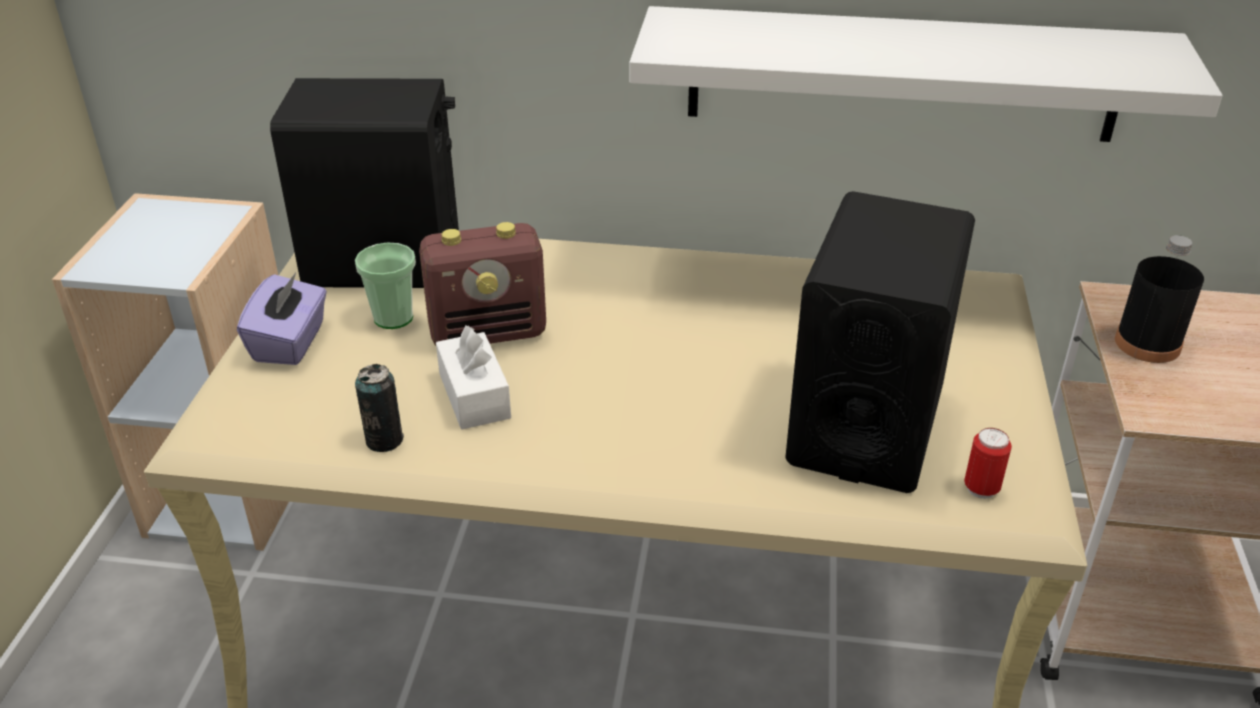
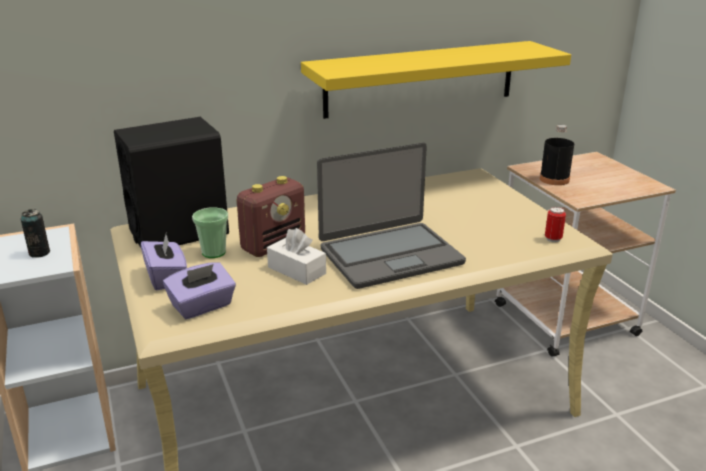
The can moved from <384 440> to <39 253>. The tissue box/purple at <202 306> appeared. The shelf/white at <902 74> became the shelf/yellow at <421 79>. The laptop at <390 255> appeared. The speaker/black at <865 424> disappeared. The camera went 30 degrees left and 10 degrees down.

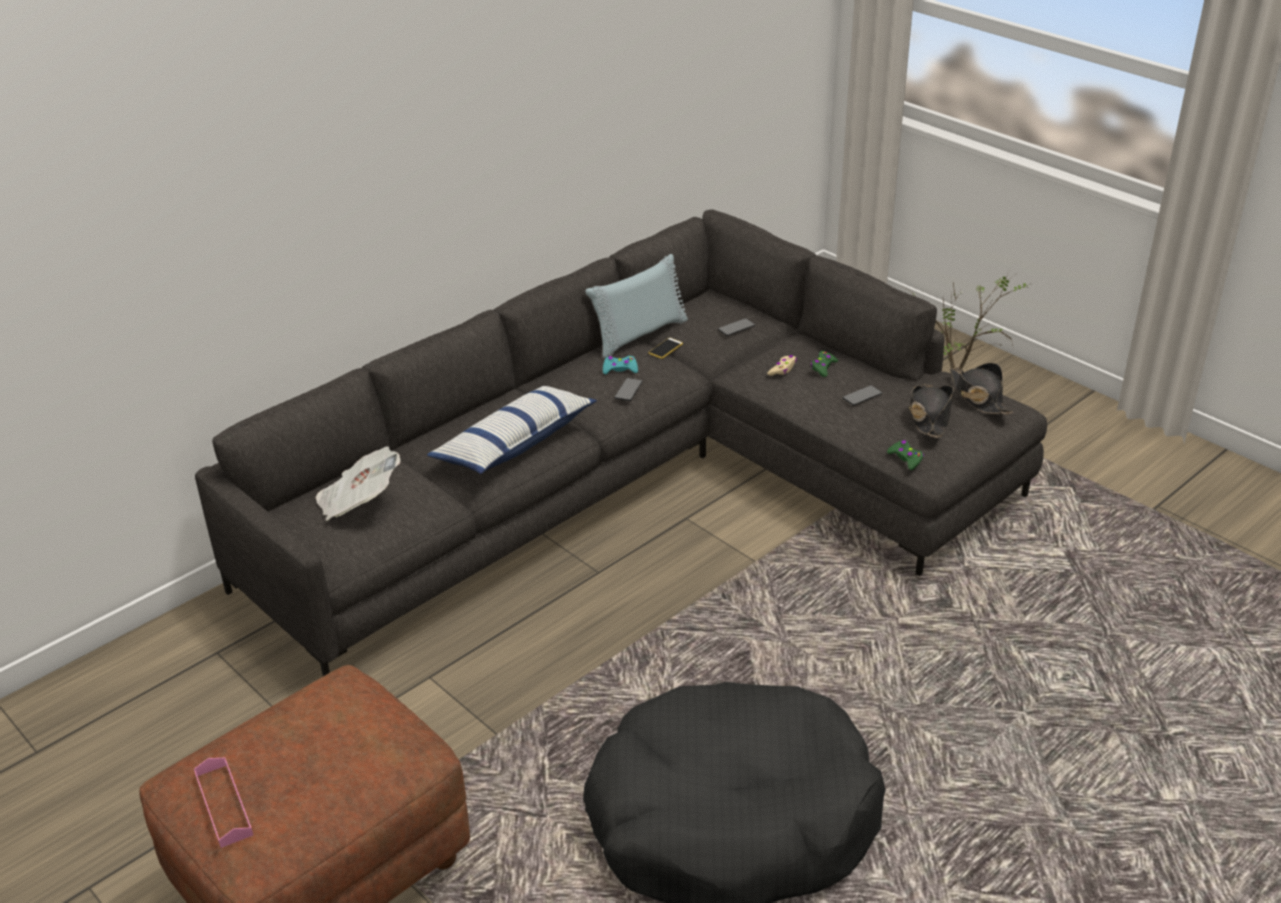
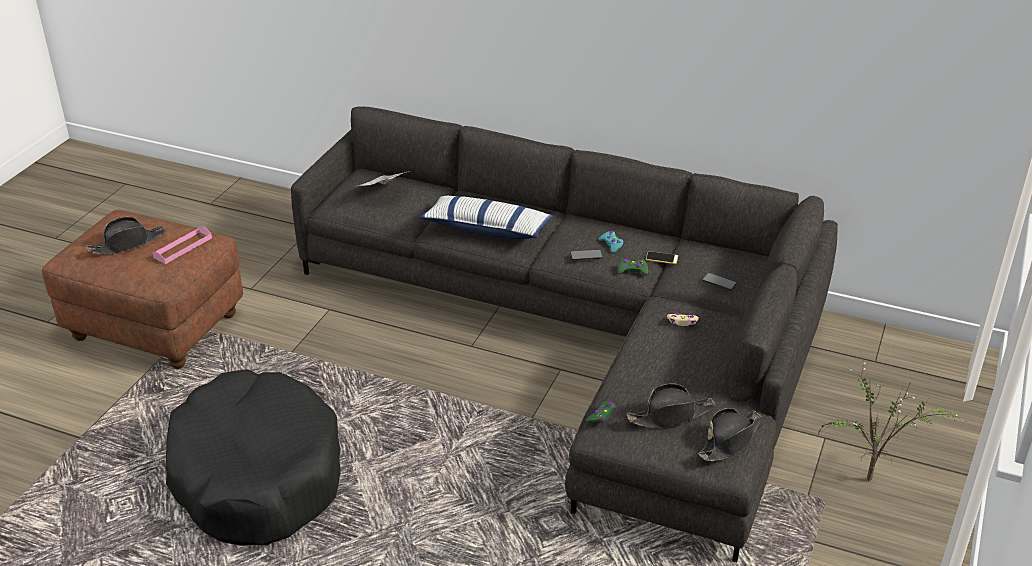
The hat/black at <127 243> appeared. The tray/pink moved from <224 805> to <183 247>. The game controller/green moved from <823 367> to <632 270>. The pillow/blue at <639 335> disappeared. The phone at <862 396> disappeared. The camera went 65 degrees right and 0 degrees up.

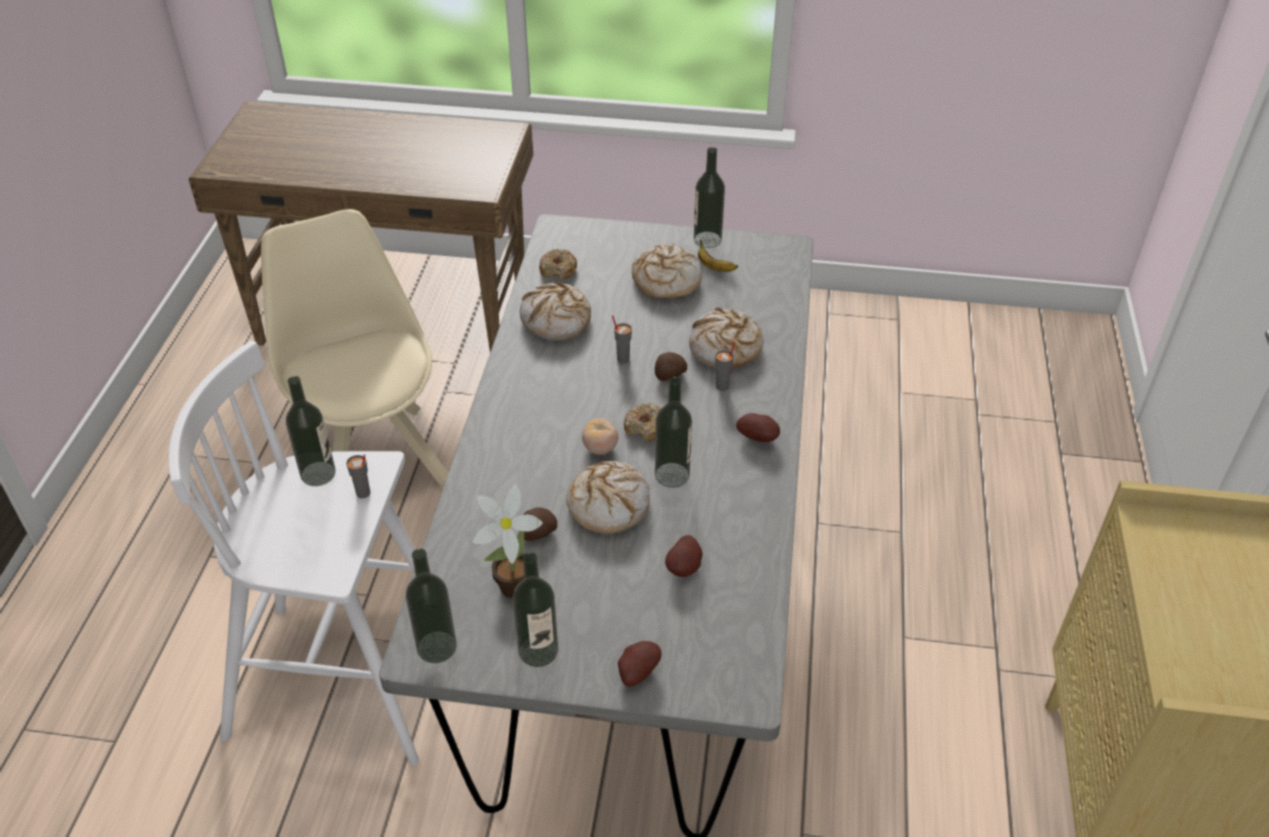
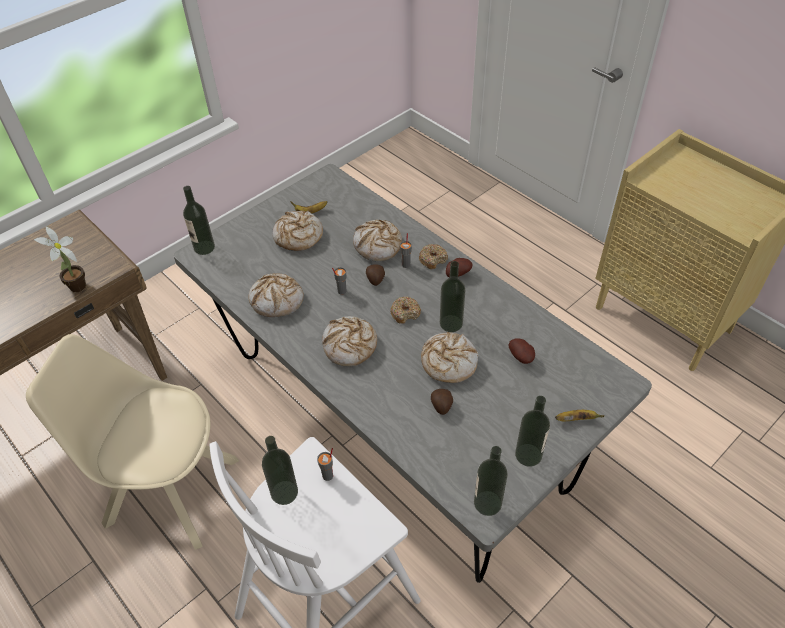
The potted plant moved from <509 590> to <76 289>. The bottle moved from <707 240> to <204 247>. The bread at <350 346> appeared. The donut moved from <558 270> to <433 259>. The potato at <636 672> was replaced by the banana at <576 419>. The tomato at <600 448> disappeared. The camera went 50 degrees left and 5 degrees up.

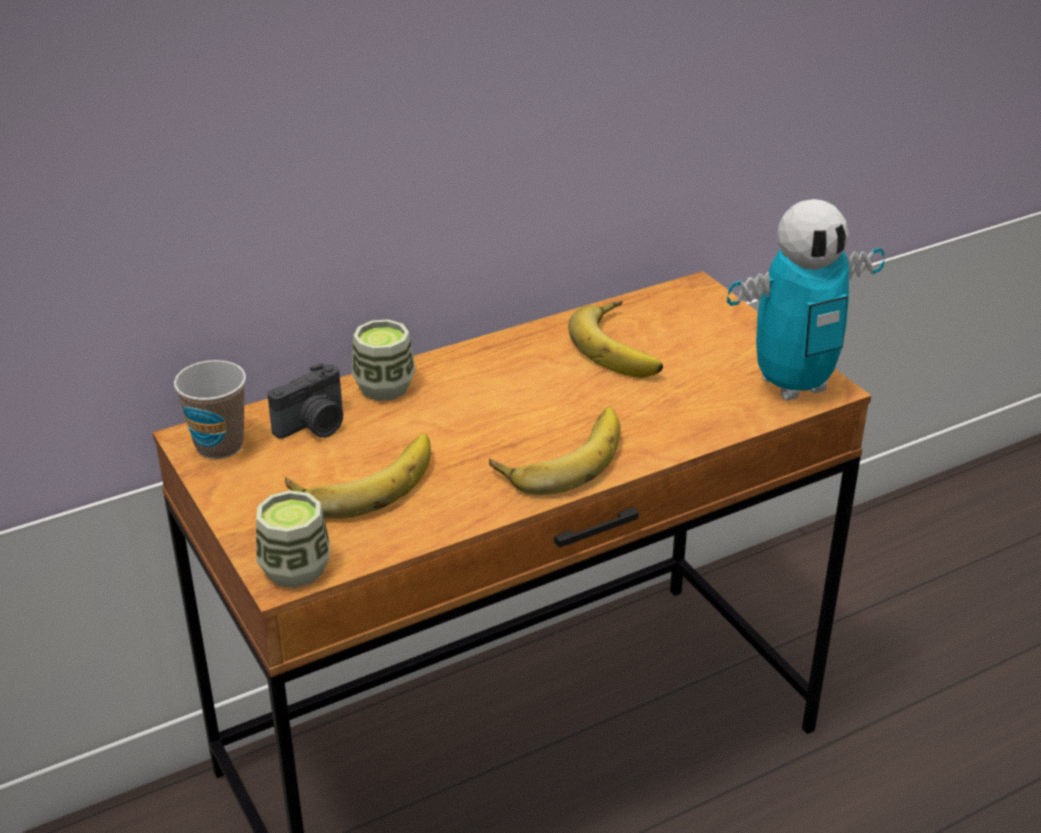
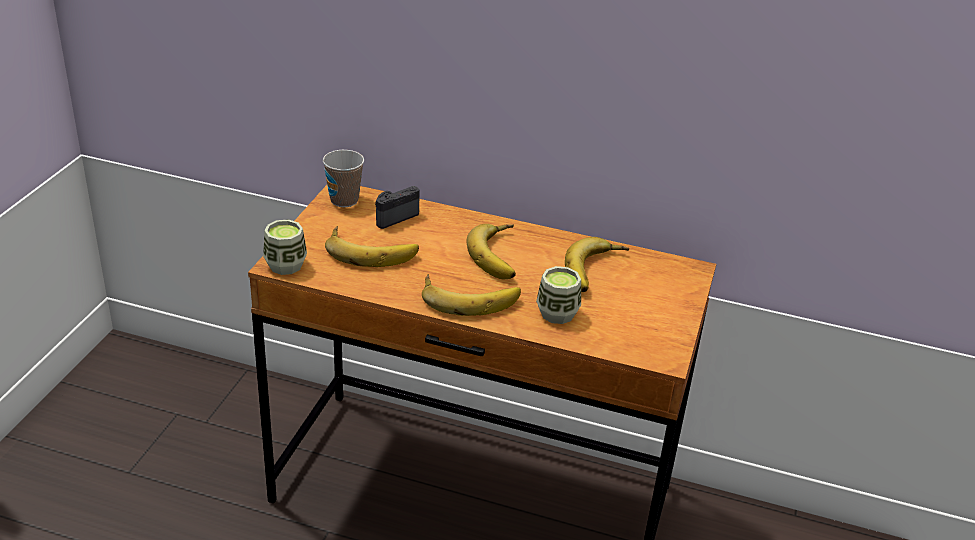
The photo camera at <314 426> turned 135 degrees clockwise. The banana at <501 256> appeared. The cup moved from <384 387> to <557 313>. The toy robot at <793 385> disappeared. The camera went 45 degrees right and 0 degrees up.

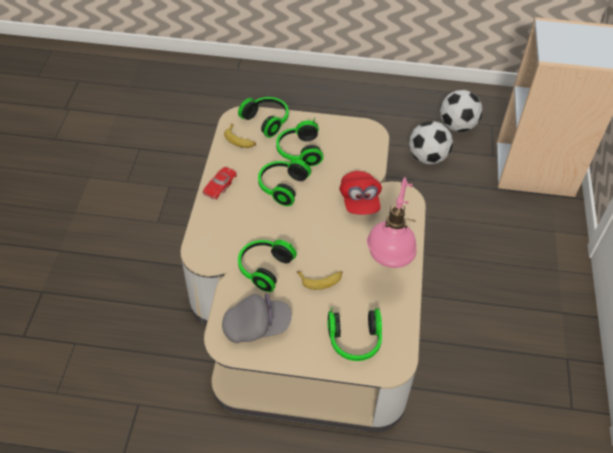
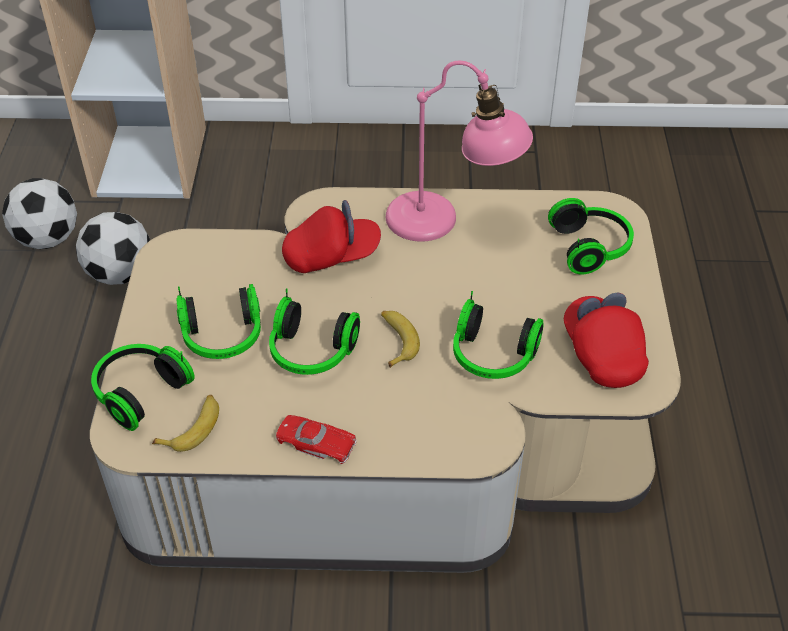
The banana moved from <321 280> to <395 341>. The cap/grey at <257 326> became the cap/red at <602 353>. The camera went 95 degrees left and 5 degrees down.

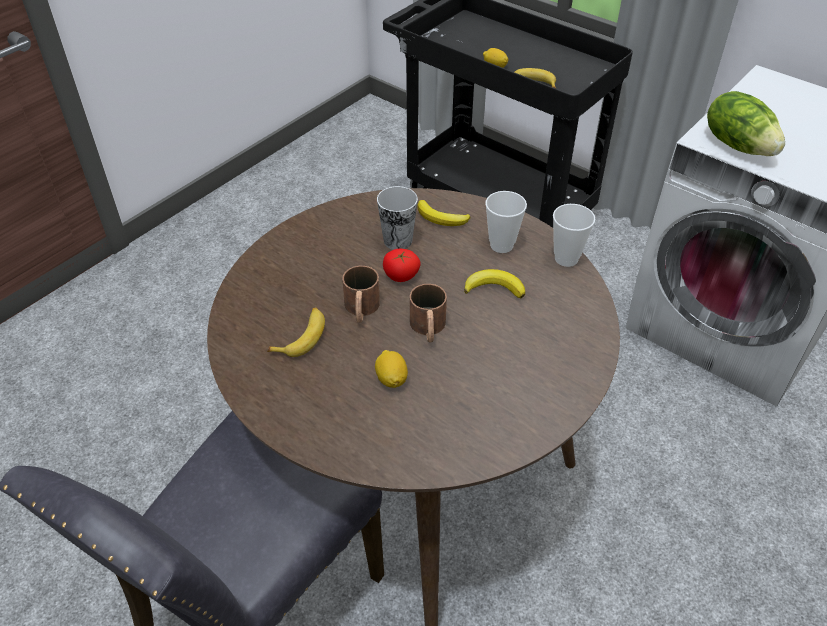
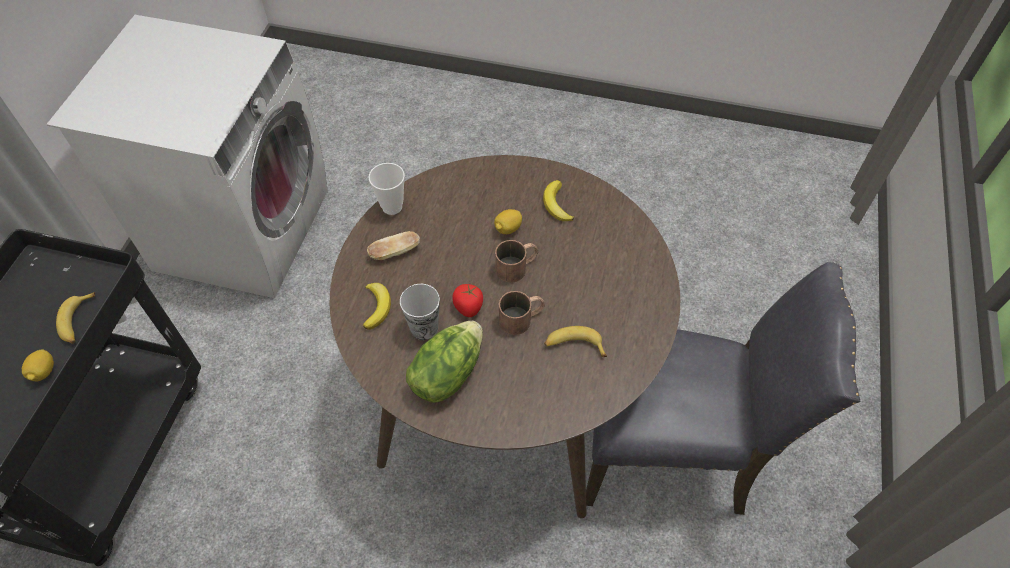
The cup at <501 245> was replaced by the bread at <395 252>. The lettuce moved from <738 145> to <446 373>. The lemon moved from <391 379> to <508 229>. The banana moved from <494 288> to <556 204>. The camera went 115 degrees left and 10 degrees up.

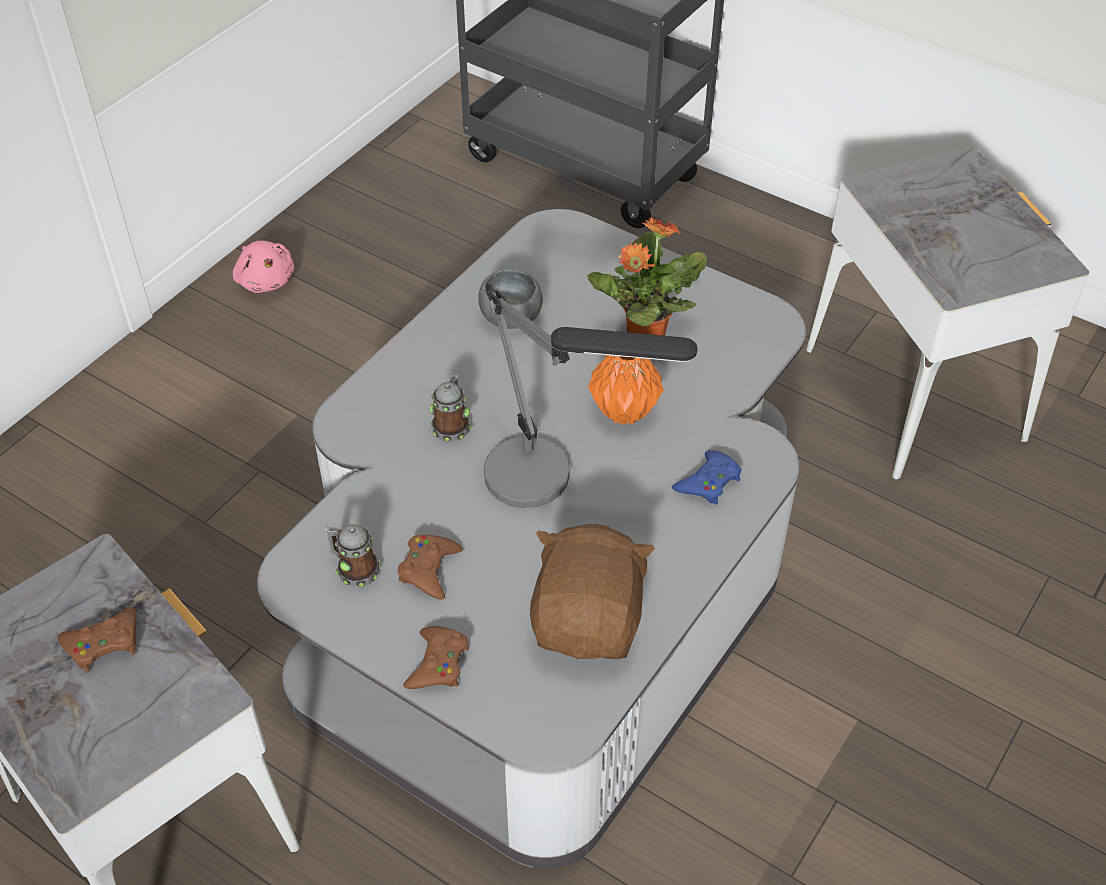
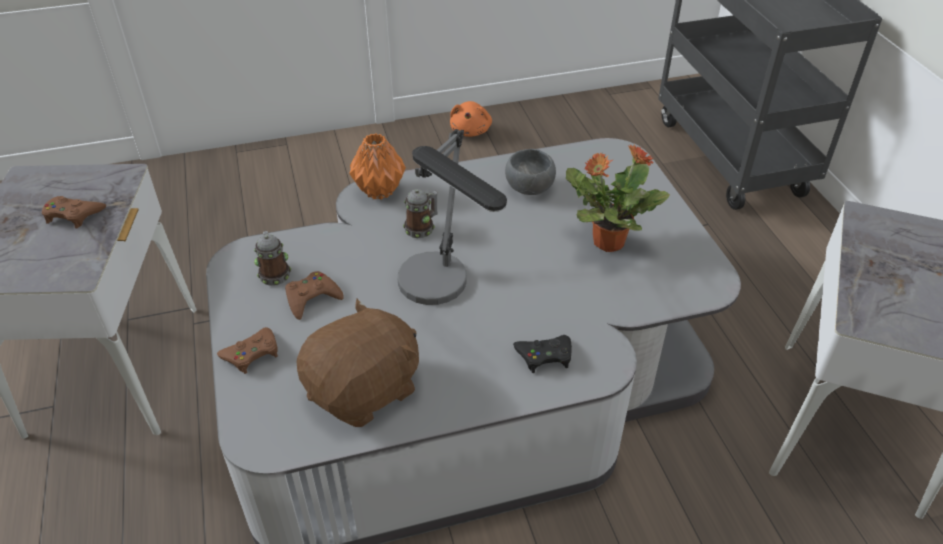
The vase/orange moved from <623 410> to <379 190>. The plush toy/pink at <265 280> became the plush toy/orange at <471 131>. The game controller/blue at <708 482> became the game controller/black at <544 356>. The camera went 40 degrees right and 5 degrees down.

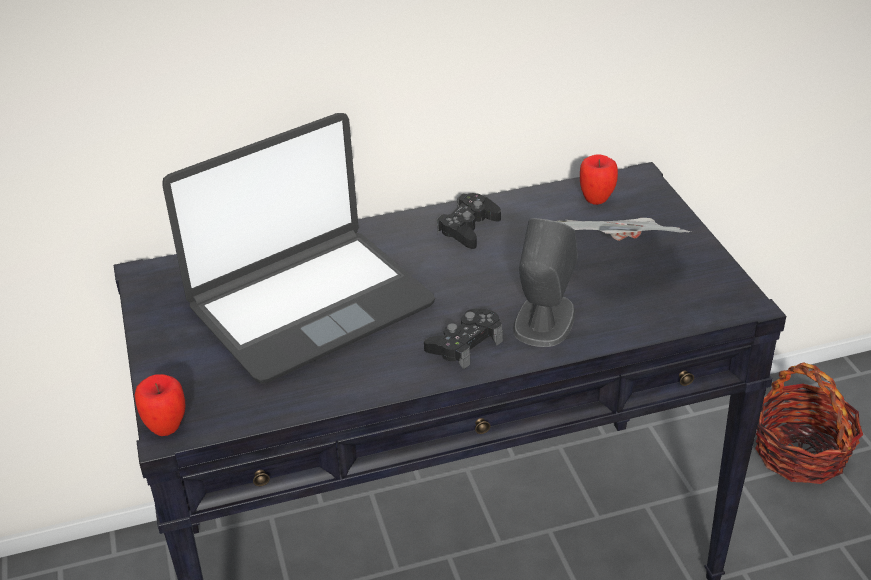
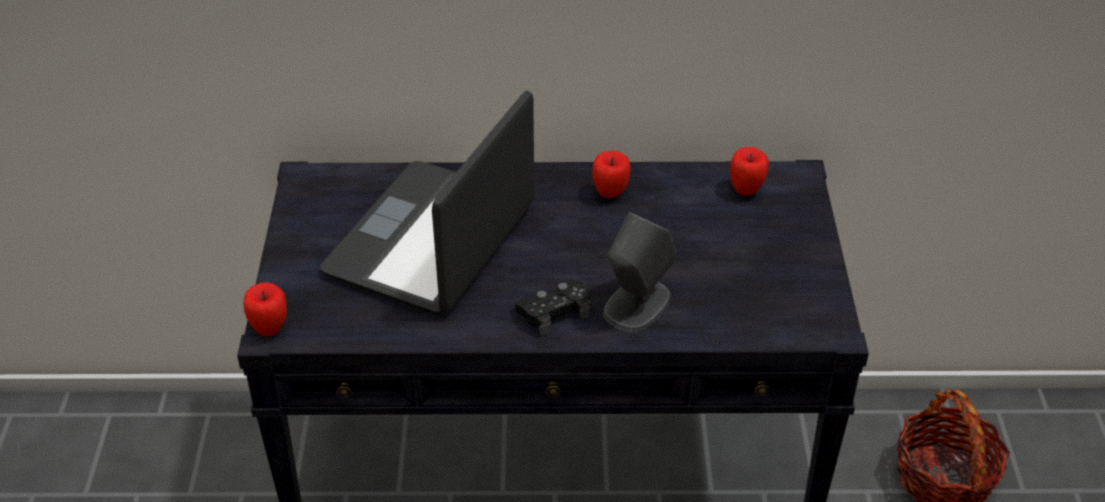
The laptop at <309 305> turned 135 degrees clockwise. The game controller/black at <468 228> was replaced by the apple at <610 194>. The newspaper at <618 258> disappeared. The camera went 15 degrees right and 5 degrees up.

